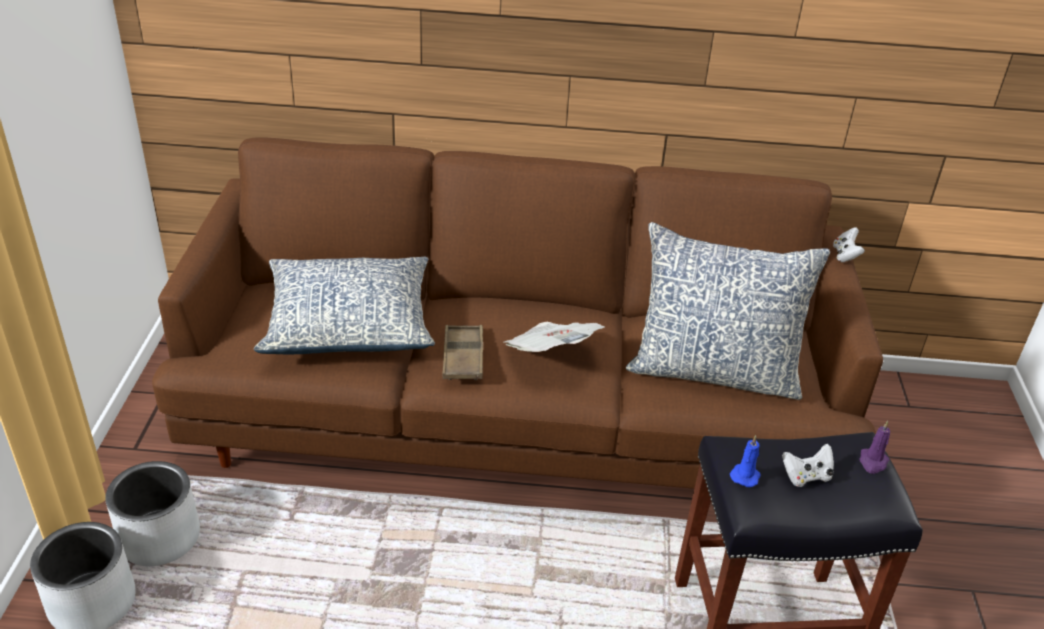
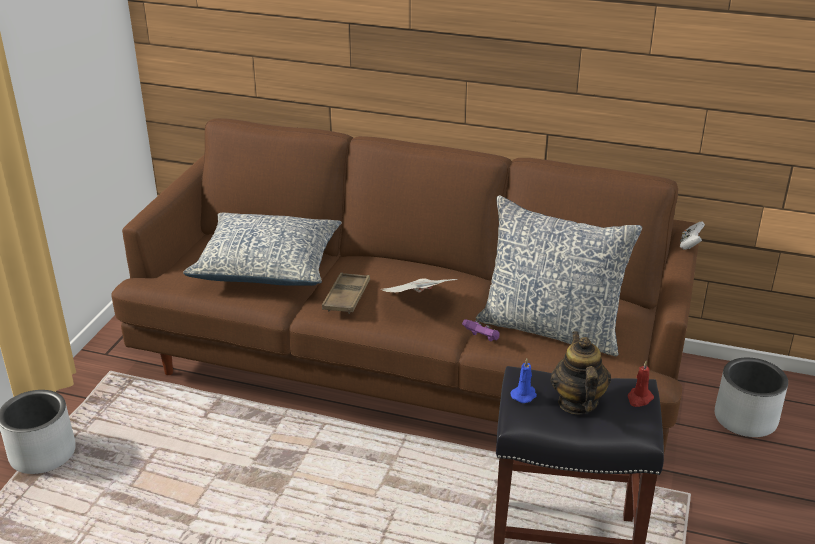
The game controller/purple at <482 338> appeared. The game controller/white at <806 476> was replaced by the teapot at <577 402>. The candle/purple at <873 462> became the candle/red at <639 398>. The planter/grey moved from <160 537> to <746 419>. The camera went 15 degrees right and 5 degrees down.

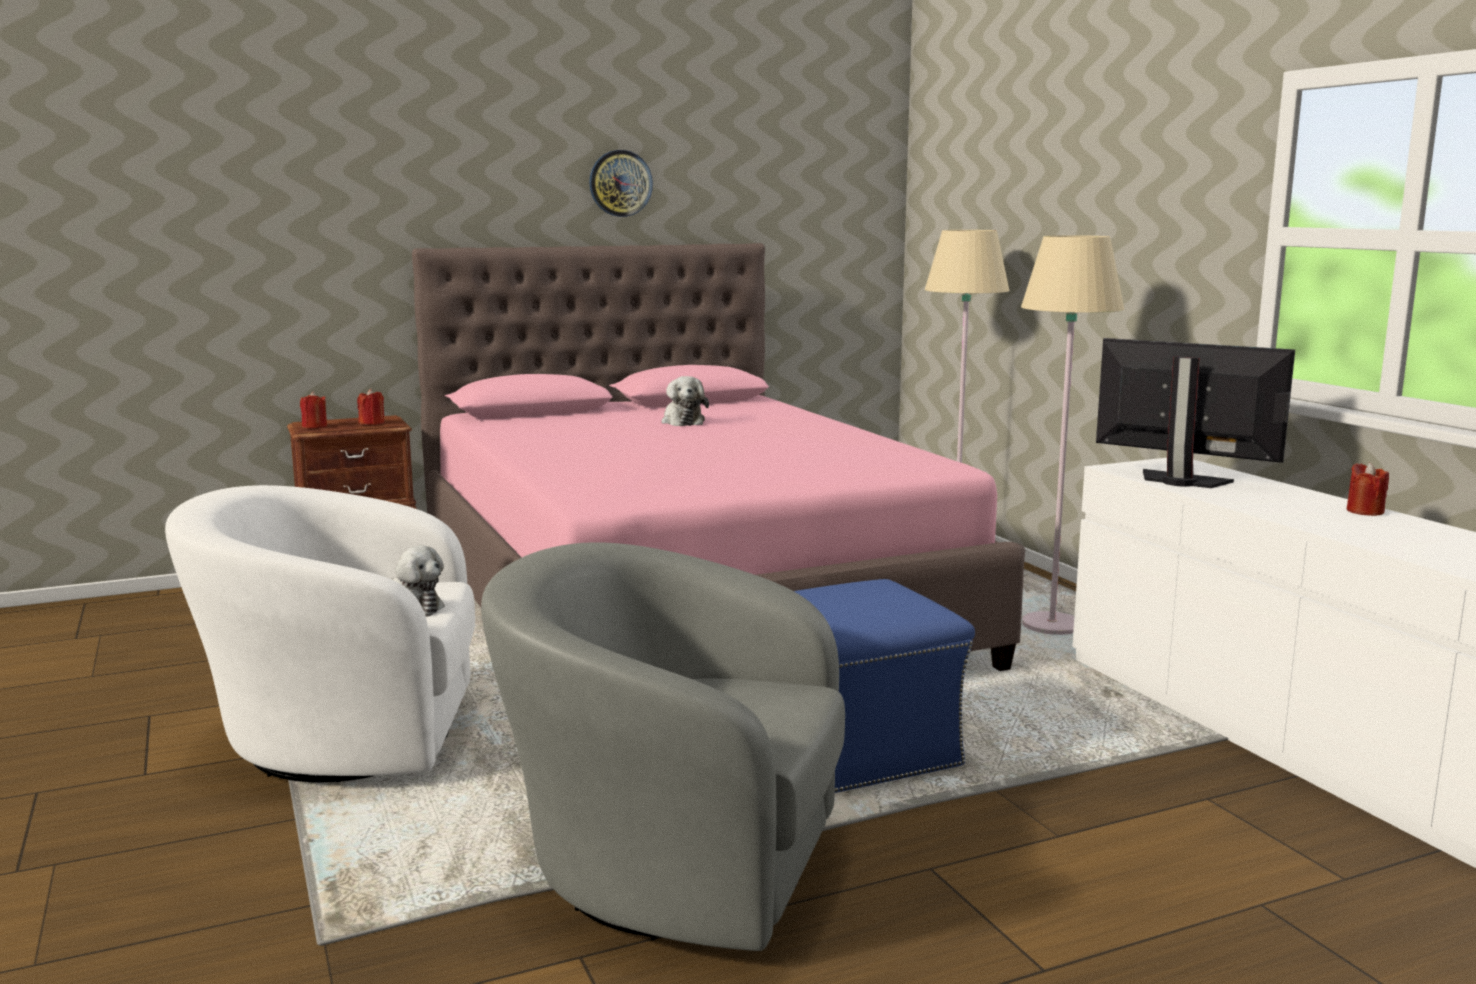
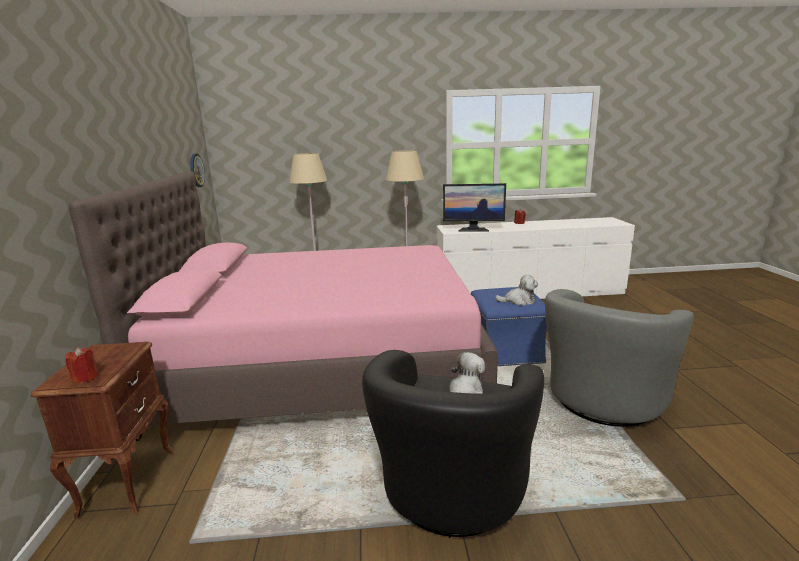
The wall clock moved from <620 183> to <196 170>. The armchair/white at <344 740> became the armchair/black at <451 492>. The monitor at <1181 481> turned 135 degrees counterclockwise. The plush toy moved from <682 421> to <518 301>. The candle/red at <372 423> disappeared. The camera went 70 degrees left and 5 degrees up.

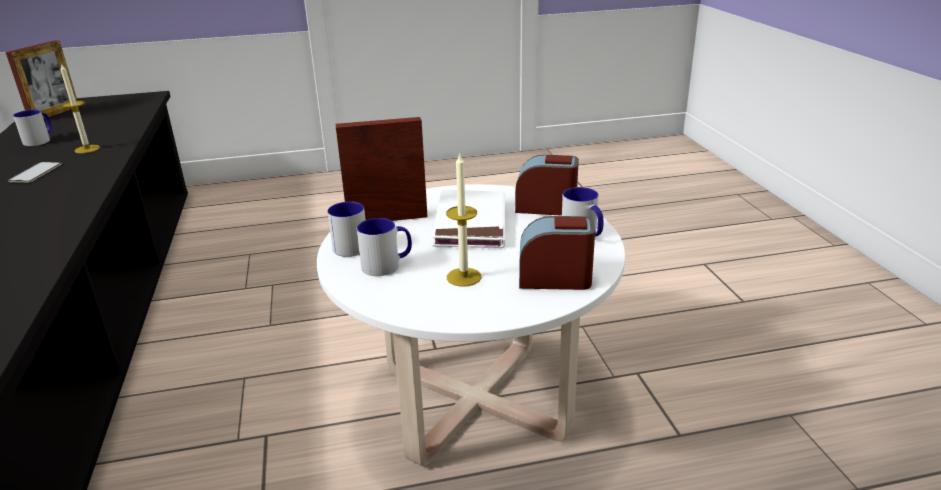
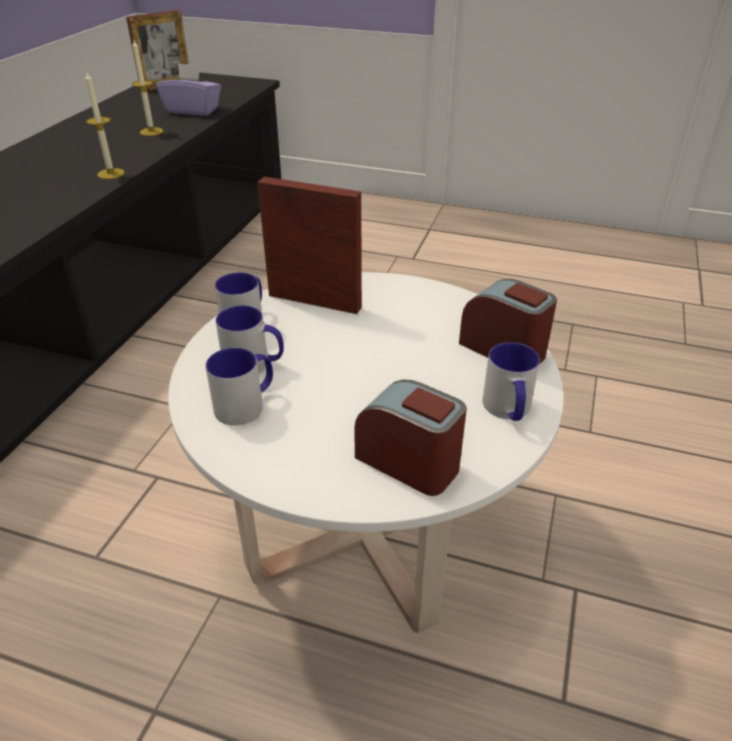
The candle moved from <464 277> to <111 173>. The tissue box/purple at <193 110> appeared. The mug moved from <40 140> to <246 404>. The phone at <35 173> disappeared. The book/white at <471 224> disappeared. The camera went 30 degrees right and 10 degrees up.

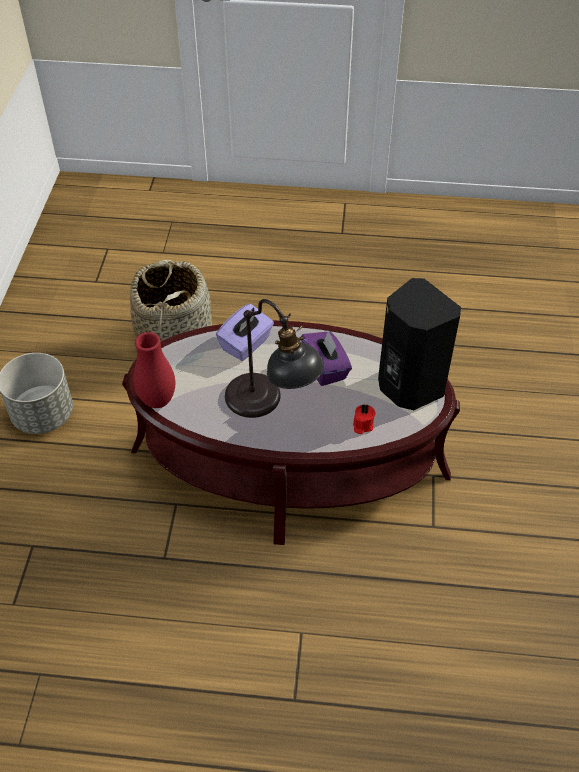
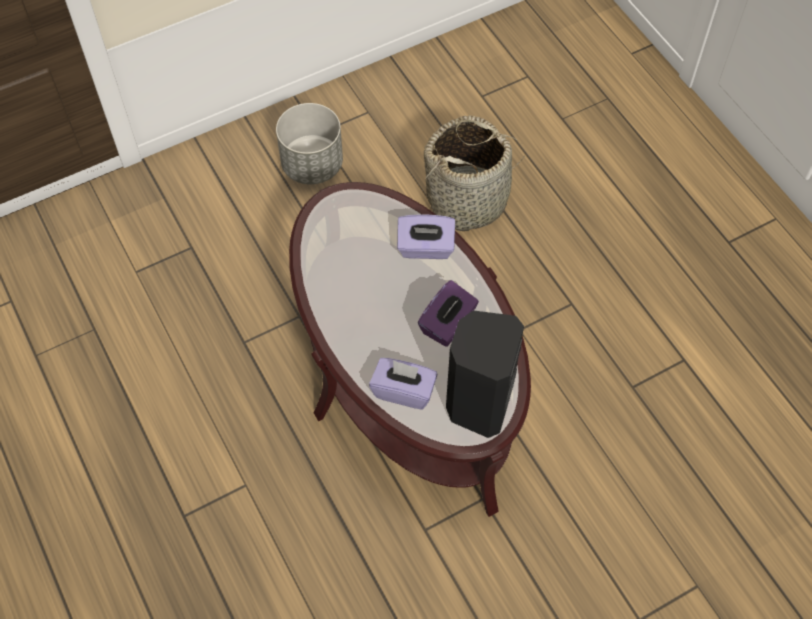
The candle/red at <362 425> was replaced by the tissue box/purple at <403 391>. The vase/red at <157 401> disappeared. The table lamp/grey at <272 407> disappeared. The camera went 55 degrees right and 10 degrees up.

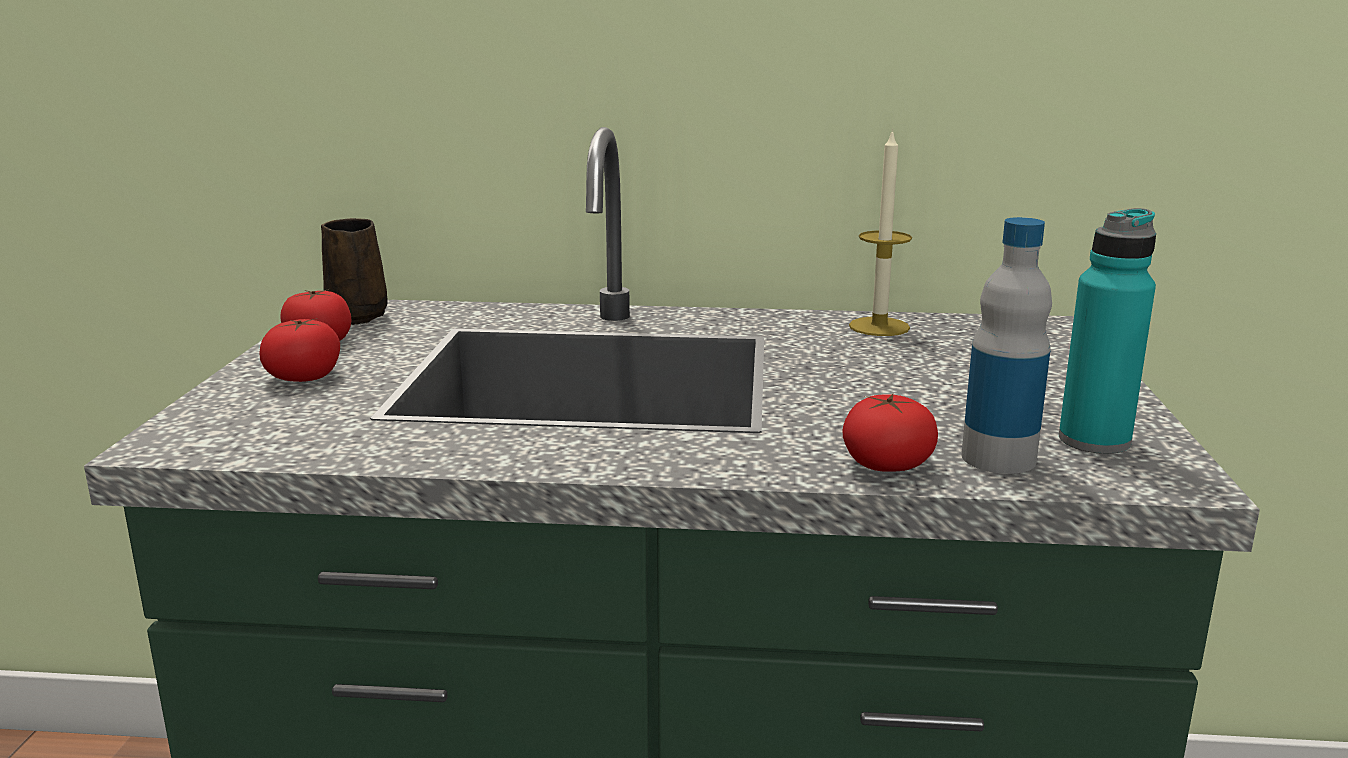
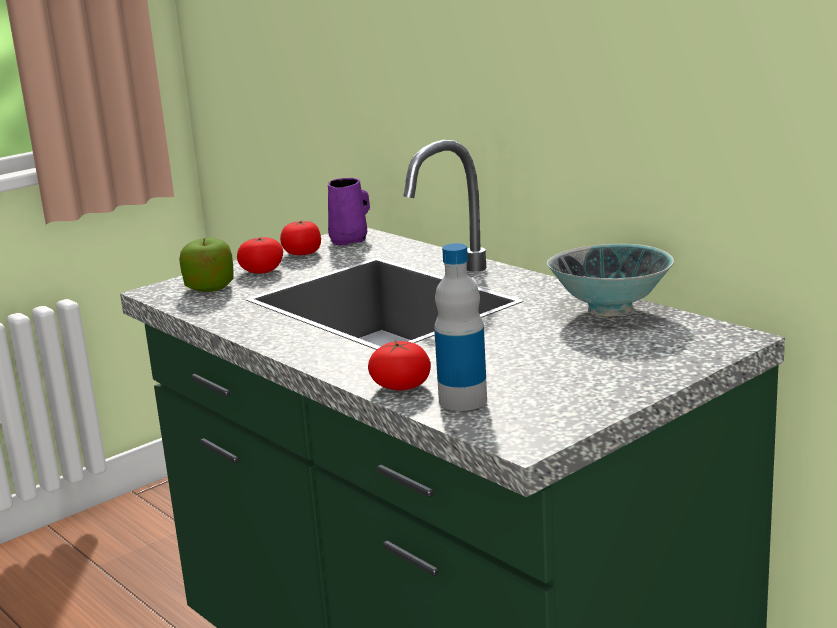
The apple at <209 287> appeared. The mug/brown at <359 315> became the mug/purple at <350 240>. The candle at <879 327> was replaced by the bowl at <610 310>. The bottle/turquoise at <1094 440> disappeared. The camera went 45 degrees right and 0 degrees up.

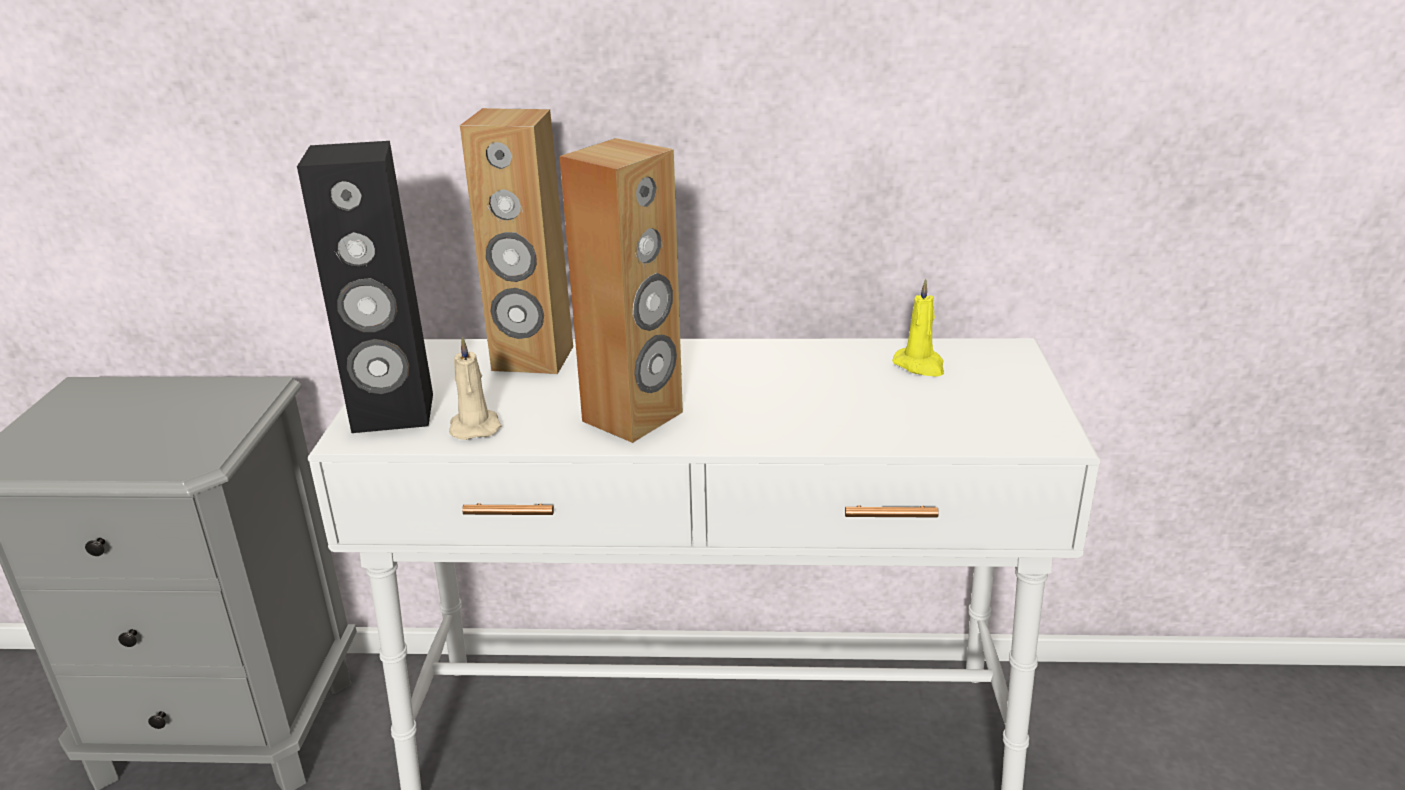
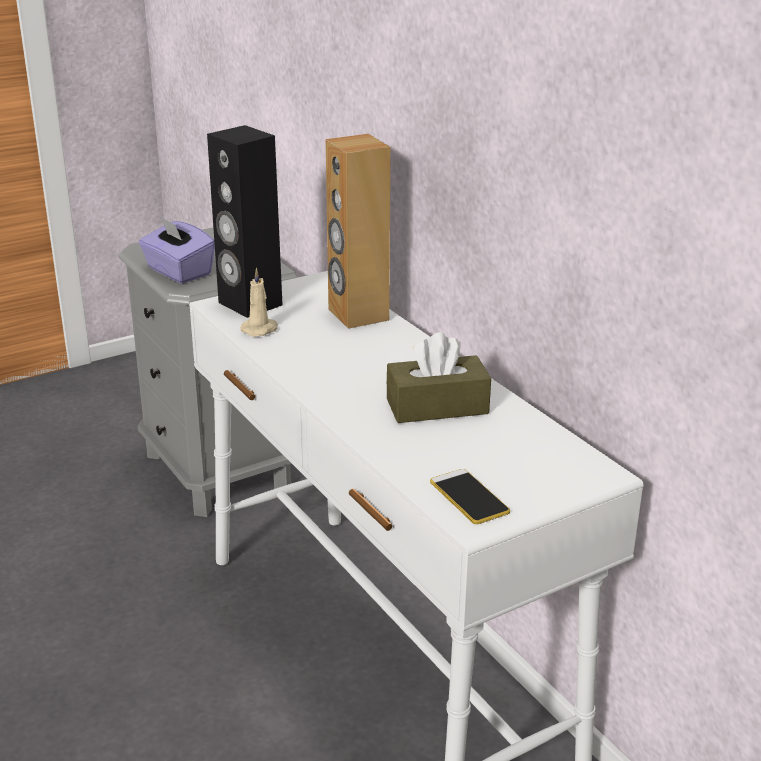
The tissue box/purple at <178 272> appeared. The tissue box/brown at <437 406> appeared. The phone at <469 497> appeared. The speaker/brown at <633 417> disappeared. The candle/yellow at <920 365> disappeared. The camera went 55 degrees right and 0 degrees up.

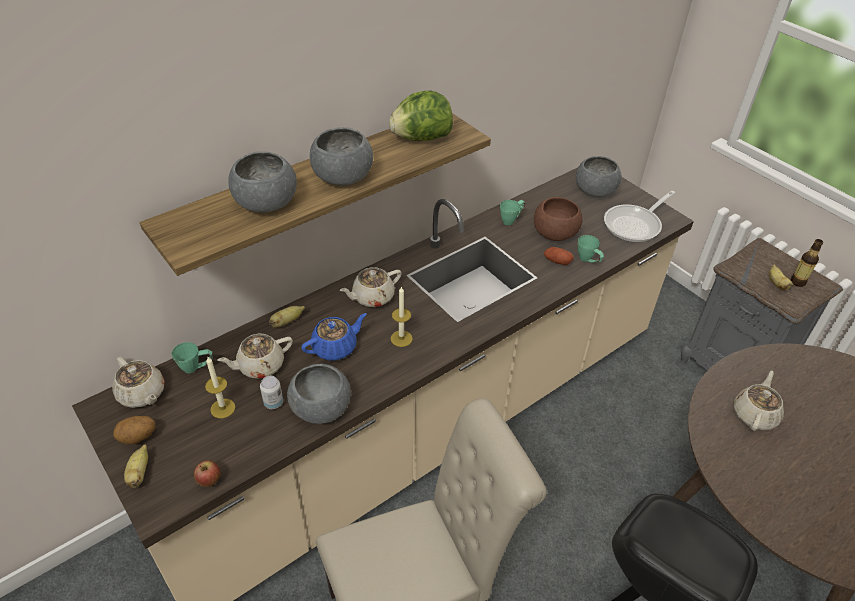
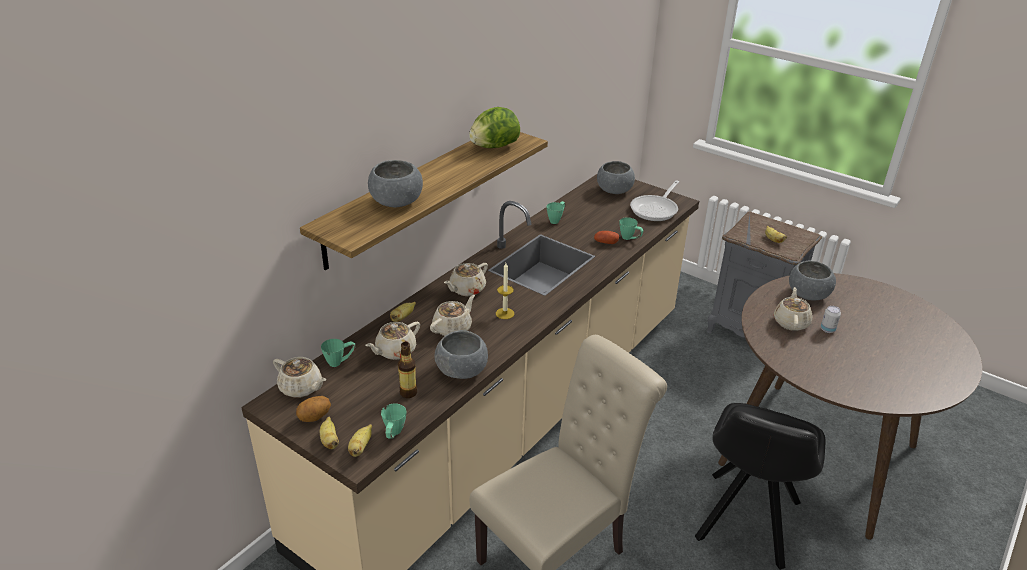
The banana at <360 447> appeared. The apple at <210 481> was replaced by the mug/green at <393 435>. The bottle moved from <797 282> to <408 393>. The teapot/blue at <335 347> became the teapot/beige at <453 328>. The bowl/grey moved from <342 177> to <808 294>. The can moved from <273 403> to <827 330>. The candle at <223 408> disappeared. The bowl/brown at <555 234> disappeared. The camera went 15 degrees left and 10 degrees down.

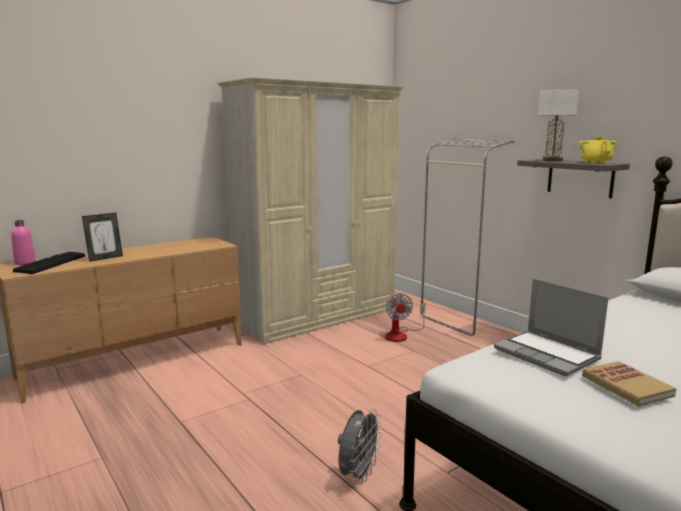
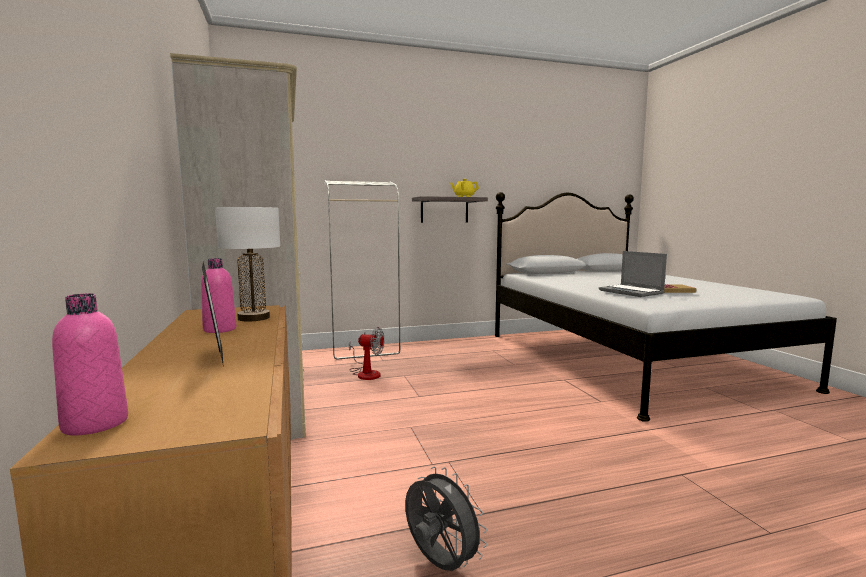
The bottle/pink at <220 329> appeared. The table lamp moved from <553 160> to <254 318>. The fan/grey moved from <358 475> to <439 564>. The laptop at <548 355> turned 75 degrees clockwise. The keyboard at <51 263> disappeared. The camera went 70 degrees left and 5 degrees down.

